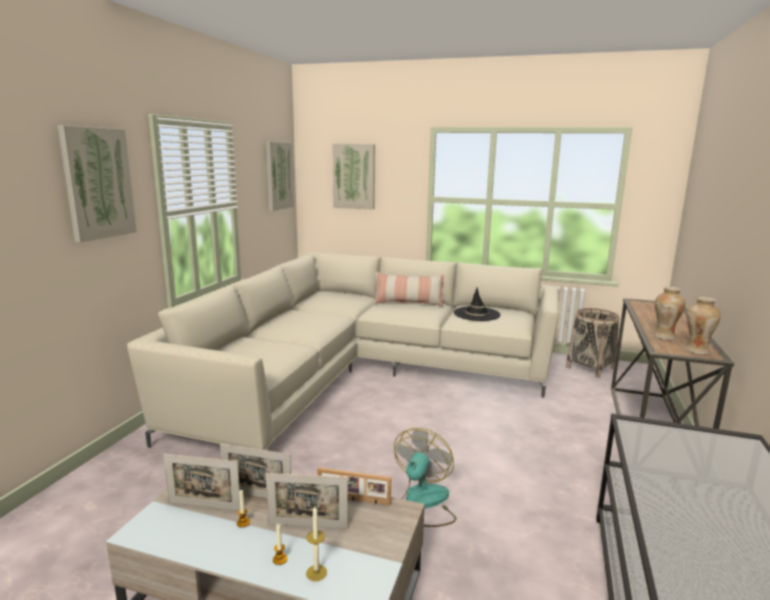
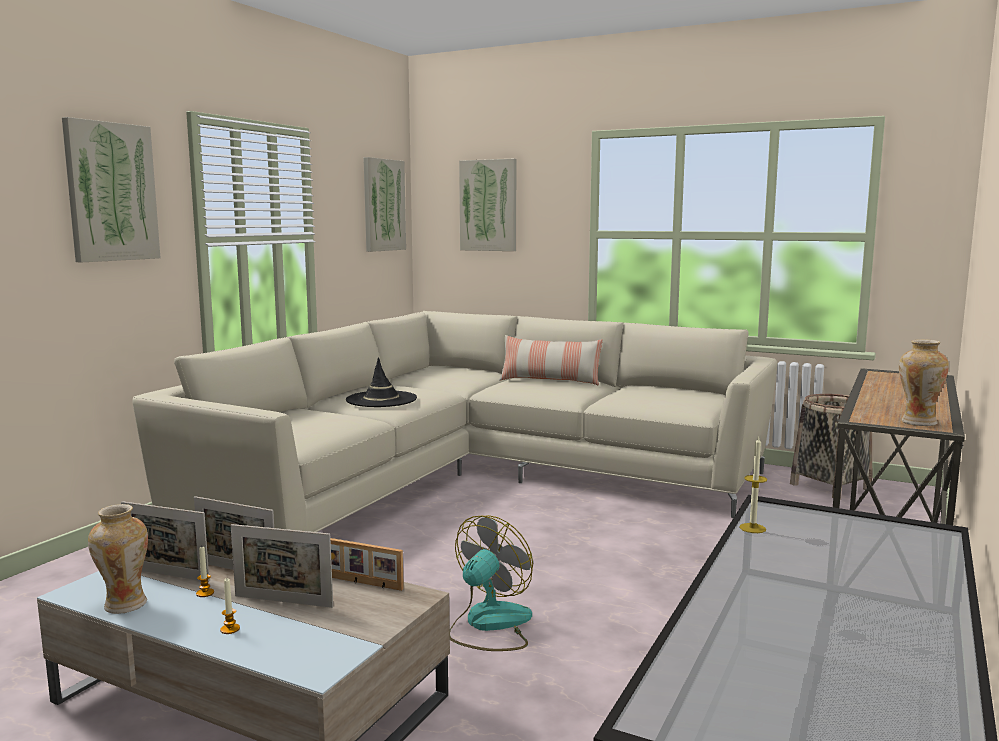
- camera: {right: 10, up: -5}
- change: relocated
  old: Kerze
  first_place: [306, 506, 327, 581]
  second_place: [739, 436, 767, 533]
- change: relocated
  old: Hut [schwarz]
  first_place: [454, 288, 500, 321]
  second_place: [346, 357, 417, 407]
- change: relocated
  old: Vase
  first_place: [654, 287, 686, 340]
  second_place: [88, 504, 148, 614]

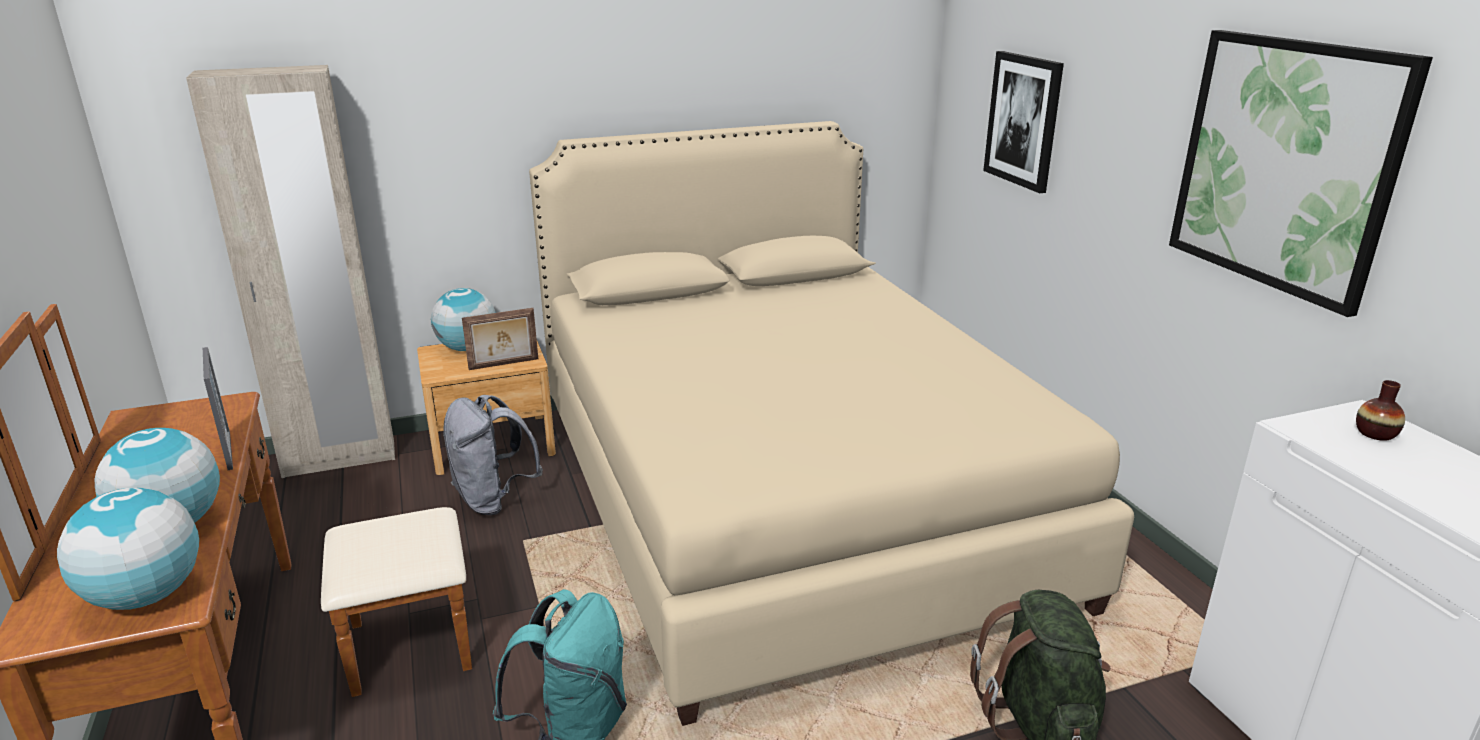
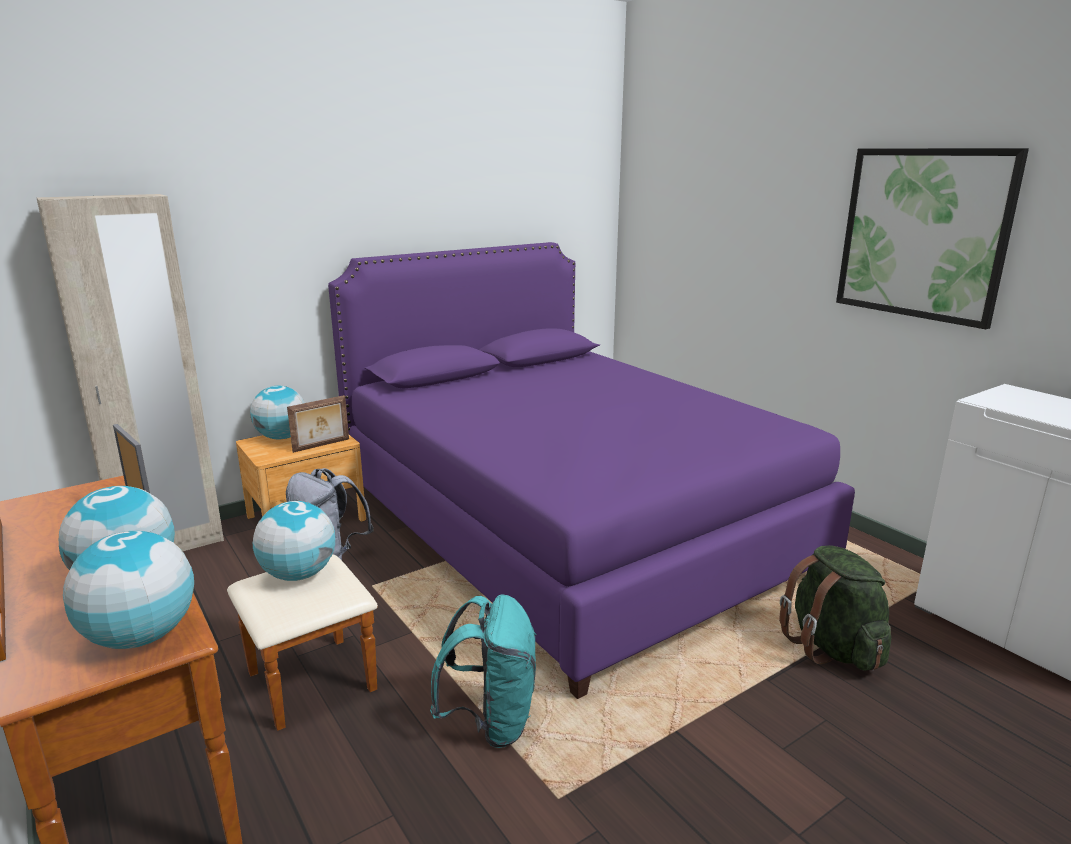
- camera: {right: -15, up: -5}
- change: colour
  old: Bett [beige]
  new: Bett [lila]
  first_place: [529, 121, 1134, 726]
  second_place: [328, 242, 855, 699]
- change: missing
  old: Bild
  first_place: [983, 51, 1064, 193]
- change: missing
  old: Vase
  first_place: [1356, 380, 1405, 441]
- change: appeared
  new: Globus
  second_place: [253, 501, 335, 581]

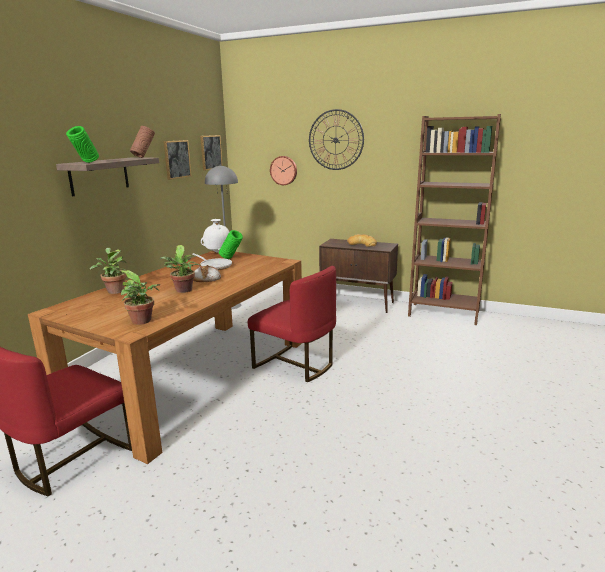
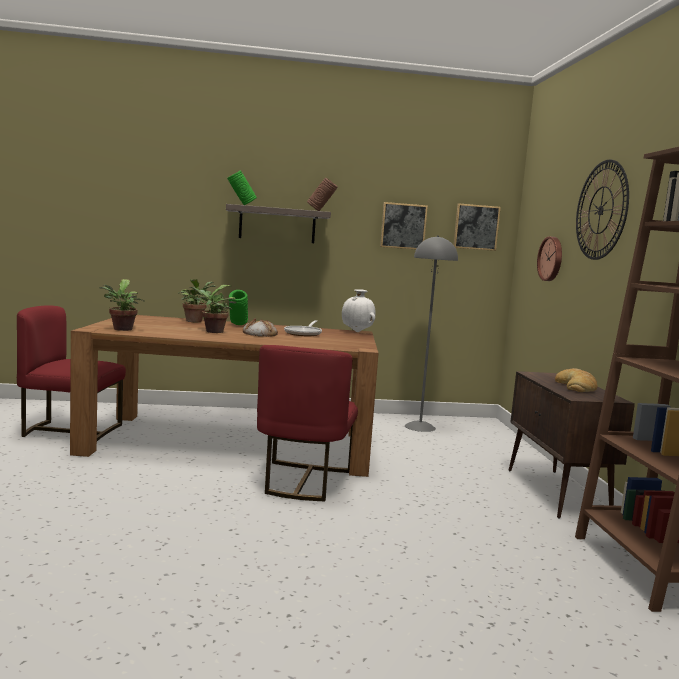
- camera: {right: 60, up: -10}
- change: relocated
  old: Vase [grün]
  first_place: [219, 230, 243, 259]
  second_place: [229, 290, 248, 325]

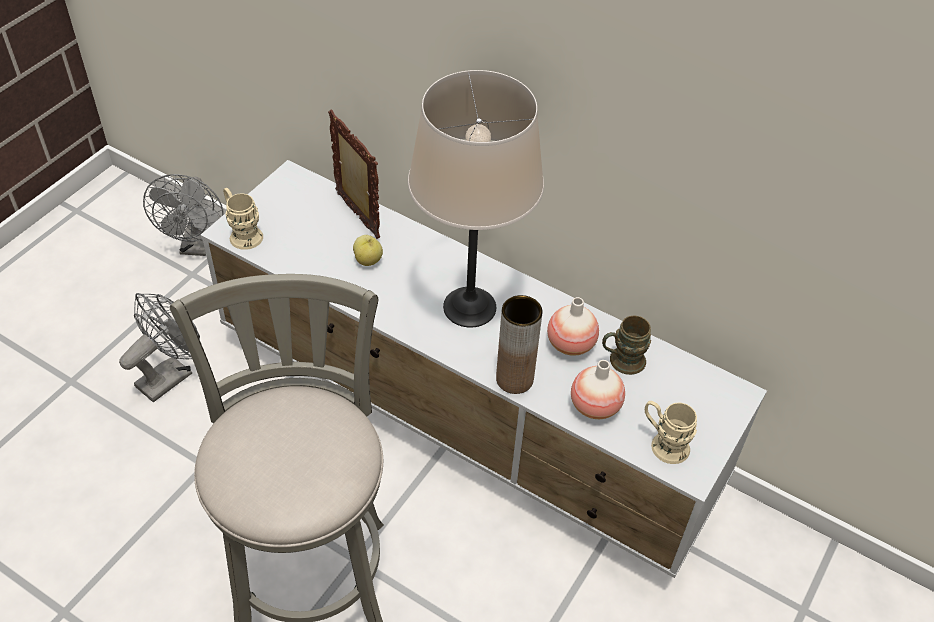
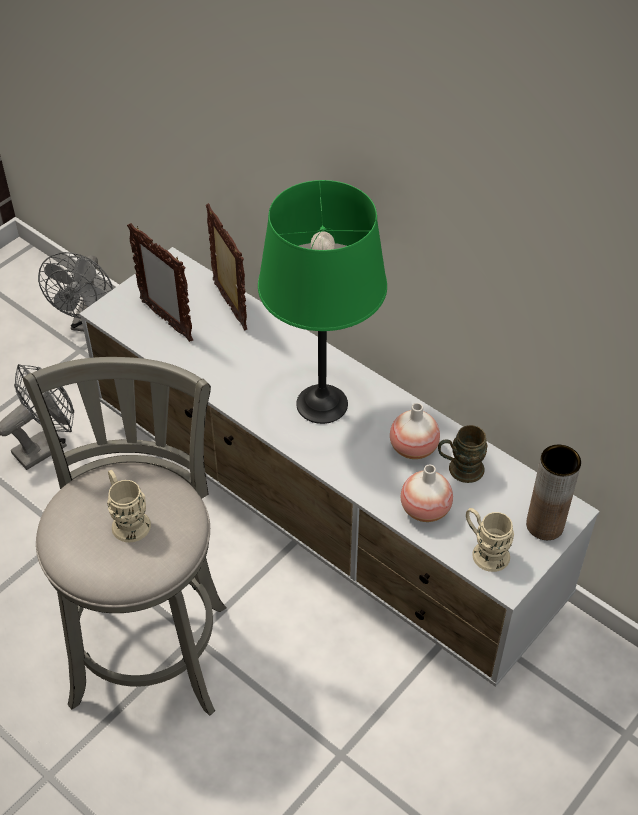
- camera: {right: 10, up: 0}
- change: relocated
  old: Henkelbecher [beige]
  first_place: [223, 188, 263, 250]
  second_place: [107, 470, 151, 542]
- change: missing
  old: Apfel
  first_place: [353, 235, 383, 266]
- change: colour
  old: Tischlampe [beige]
  new: Tischlampe [grün]
  first_place: [408, 70, 544, 328]
  second_place: [258, 180, 387, 424]
- change: relocated
  old: Vase [braun]
  first_place: [496, 295, 543, 394]
  second_place: [526, 445, 581, 540]
- change: appeared
  new: Bilderrahmen
  second_place: [127, 223, 193, 342]

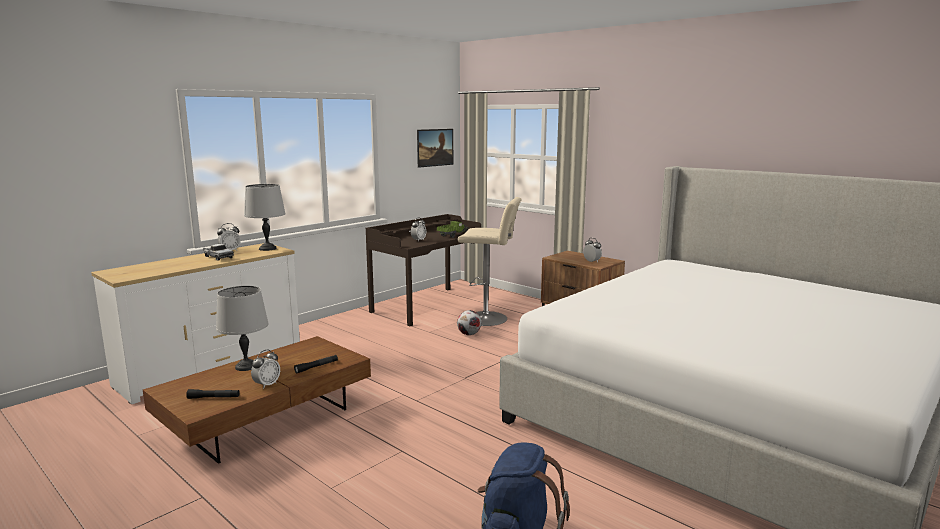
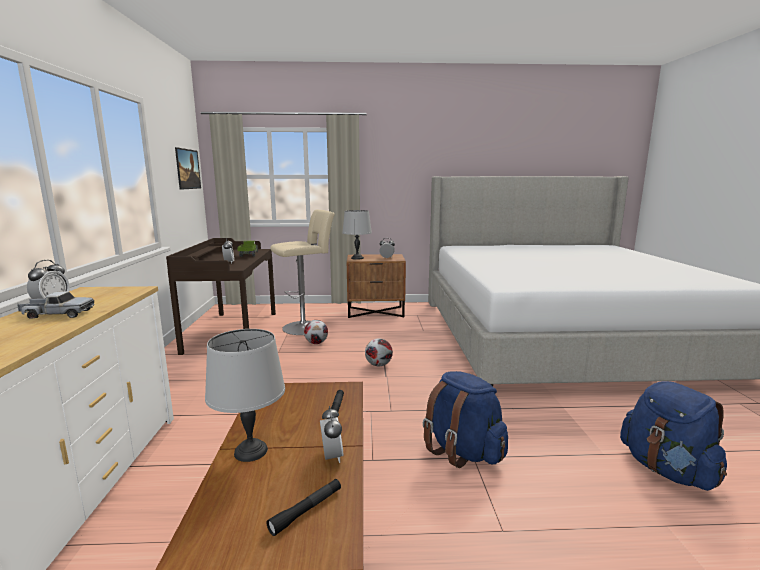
- camera: {right: -45, up: 0}
- change: relocated
  old: Tischlampe [grau]
  first_place: [244, 184, 286, 251]
  second_place: [342, 210, 372, 260]
- change: appeared
  new: Fußball
  second_place: [365, 338, 393, 366]
- change: appeared
  new: Rucksack [blau]
  second_place: [423, 371, 508, 468]

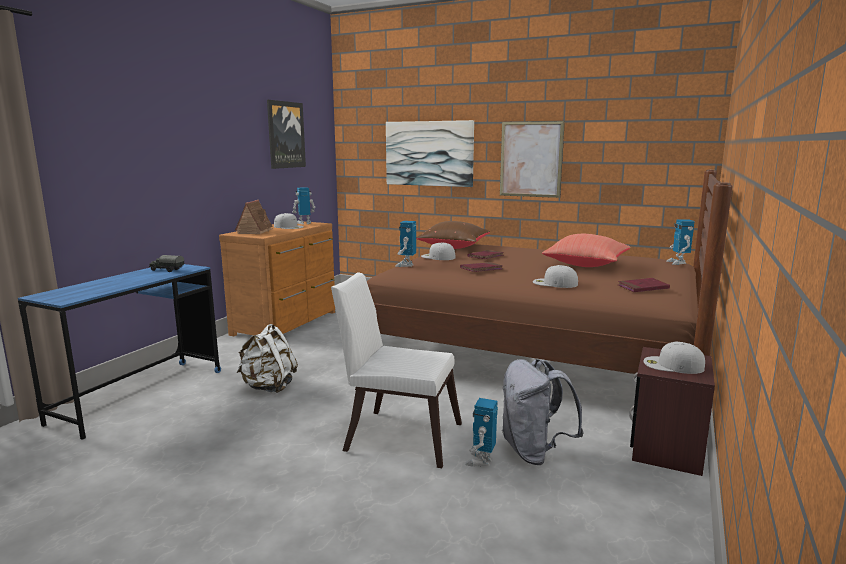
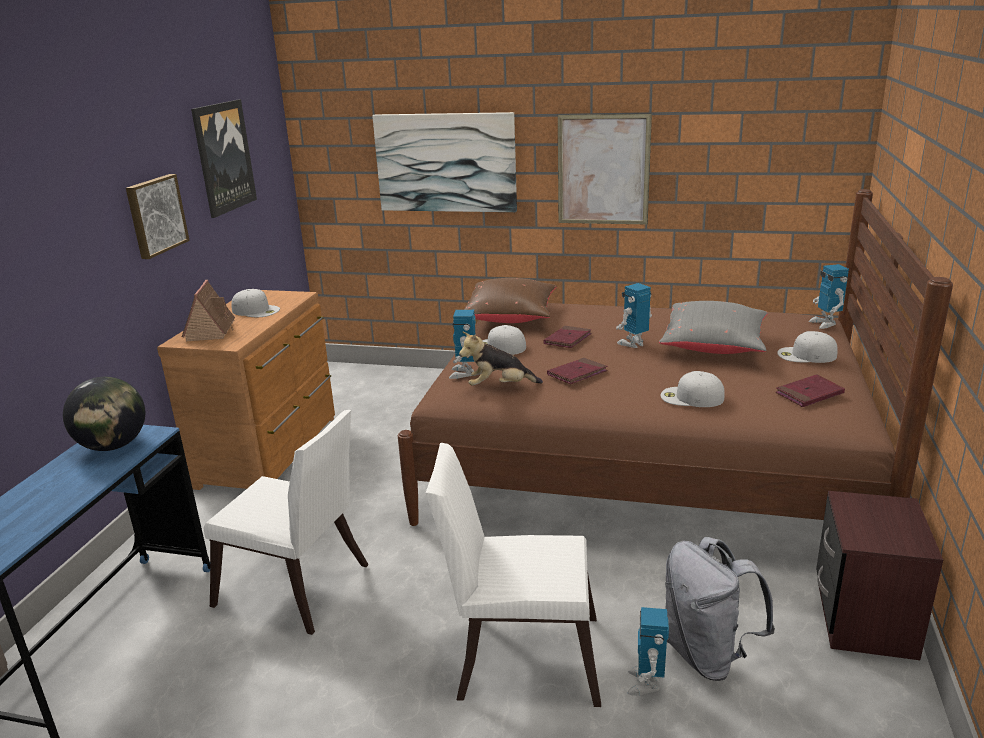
- camera: {right: -10, up: 10}
- change: exchanged
  old: Spielzeuglaster
  new: Globus
  first_place: [149, 255, 184, 272]
  second_place: [63, 377, 145, 451]
- change: exchanged
  old: Rucksack [weiß]
  new: Stuhl [weiß]
  first_place: [236, 324, 298, 393]
  second_place: [203, 410, 369, 635]
- change: relocated
  old: Spielzeugroboter
  first_place: [293, 187, 315, 224]
  second_place: [616, 283, 652, 348]
- change: colour
  old: Kissen [rot]
  new: Kissen [grau]
  first_place: [542, 234, 630, 267]
  second_place: [659, 301, 768, 354]
- change: relocated
  old: Kappe [weiß]
  first_place: [643, 342, 705, 374]
  second_place: [777, 331, 838, 363]
- change: appeared
  new: Bild
  second_place: [126, 174, 190, 259]
- change: appeared
  new: Plüschtier
  second_place: [459, 332, 543, 385]

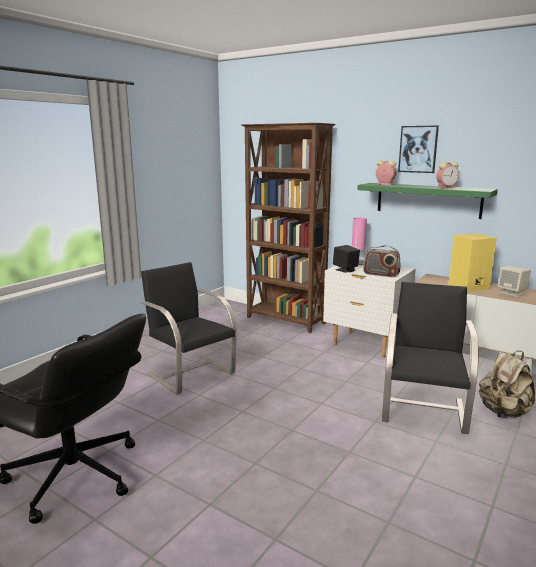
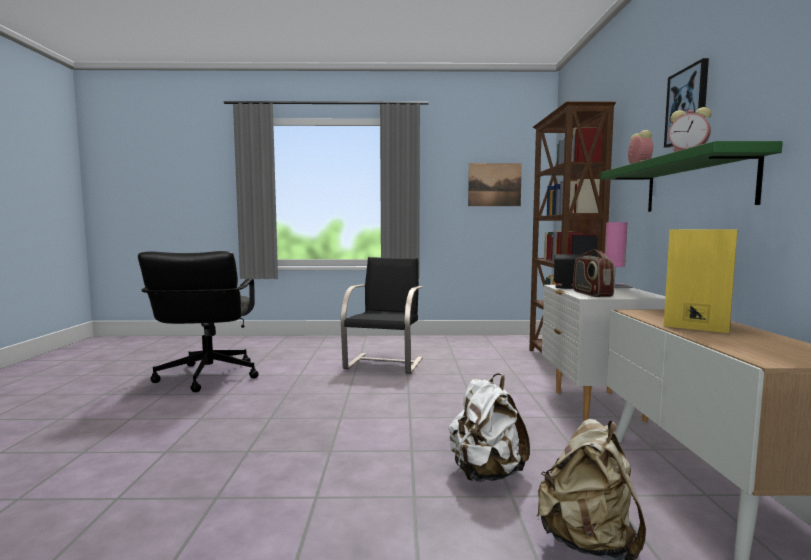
- camera: {right: 55, up: -10}
- change: exchanged
  old: Stuhl [schwarz]
  new: Rucksack [weiß]
  first_place: [382, 282, 479, 434]
  second_place: [448, 373, 530, 482]
- change: missing
  old: Lautsprecher [beige]
  first_place: [498, 266, 531, 297]
- change: appeared
  new: Bild
  second_place: [468, 163, 522, 206]

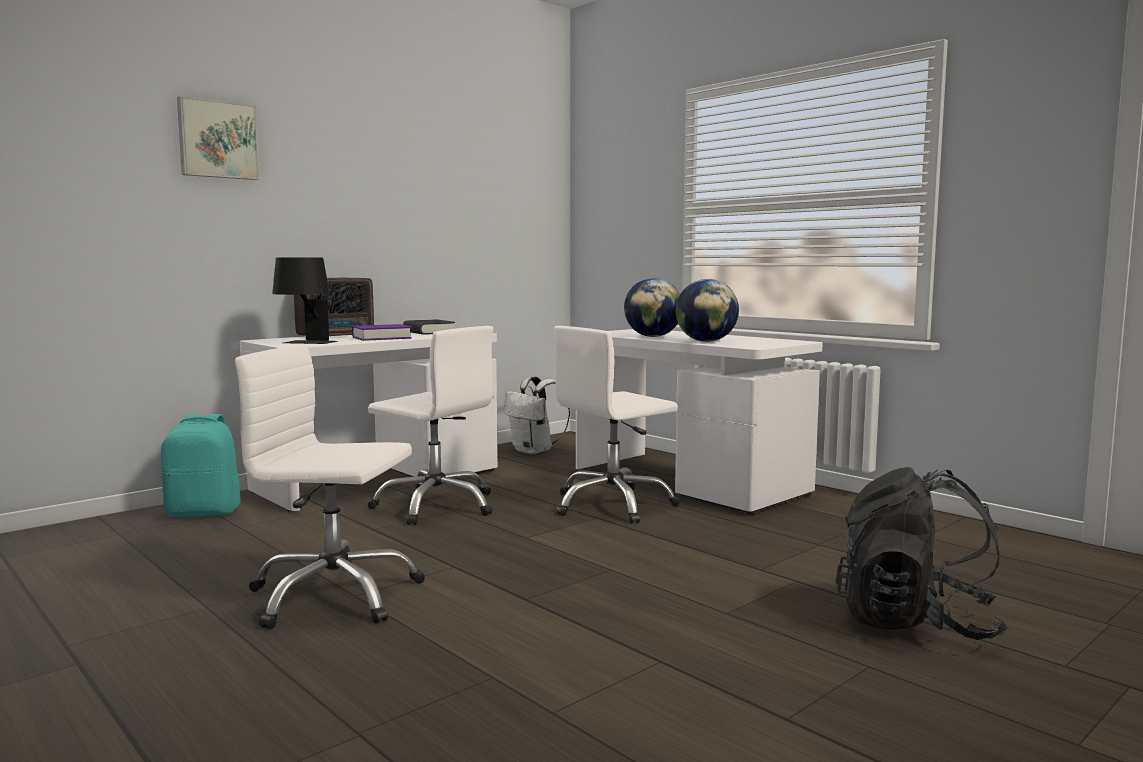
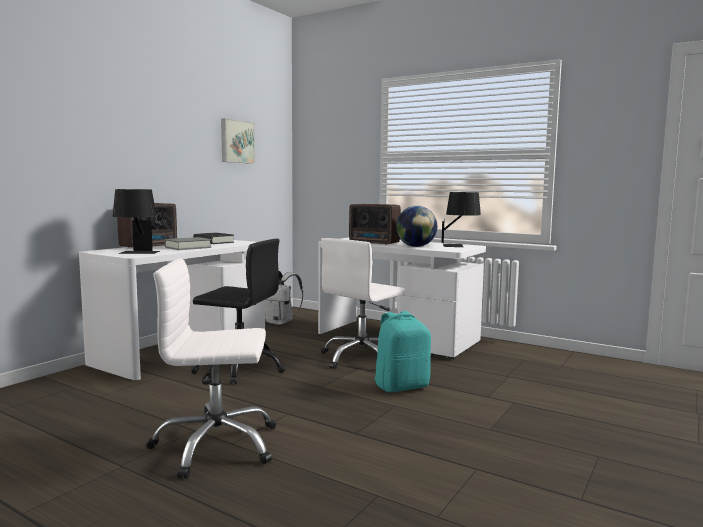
- camera: {right: -15, up: 0}
- change: relocated
  old: Rucksack [türkis]
  first_place: [161, 414, 241, 517]
  second_place: [375, 311, 431, 392]
- change: relocated
  old: Bild
  first_place: [177, 96, 260, 180]
  second_place: [221, 118, 255, 164]
- change: colour
  old: Buch [lila]
  new: Buch [grau]
  first_place: [352, 324, 412, 341]
  second_place: [164, 237, 212, 250]
- change: colour
  old: Bürostuhl [weiß]
  new: Bürostuhl [schwarz]
  first_place: [368, 326, 493, 525]
  second_place: [191, 239, 286, 384]
- change: exchanged
  old: Globus
  new: Radio
  first_place: [624, 278, 680, 337]
  second_place: [349, 204, 401, 245]
- change: missing
  old: Rucksack [schwarz]
  first_place: [835, 467, 1008, 640]
- change: appeared
  new: Tischlampe [schwarz]
  second_place: [442, 192, 481, 247]

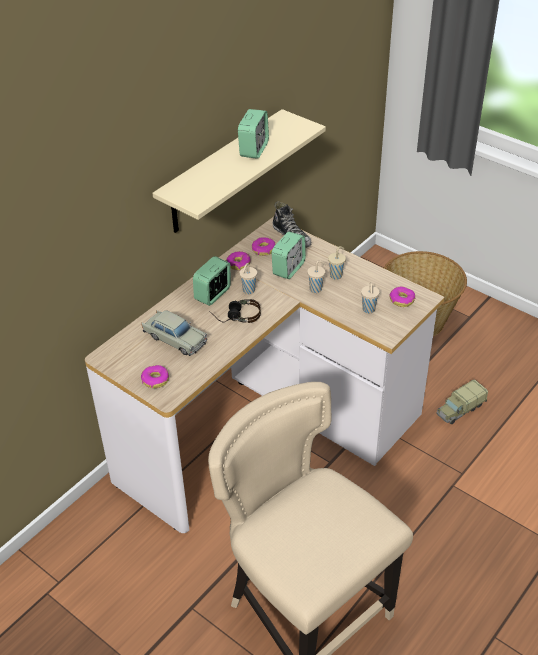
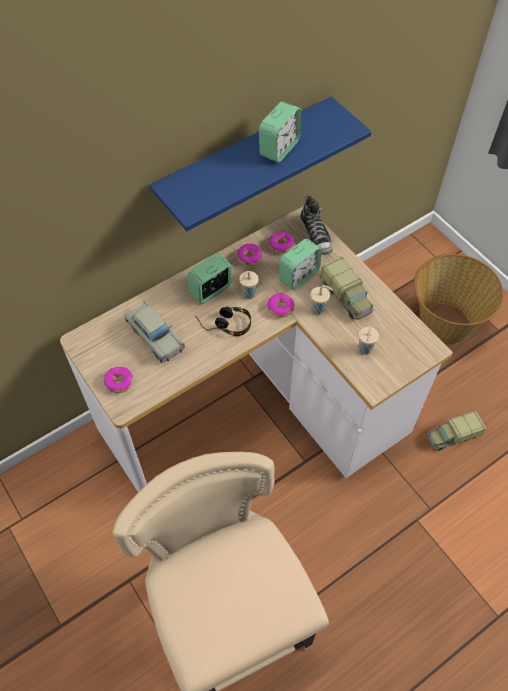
- camera: {right: 15, up: 15}
- change: colour
  old: Wandregal [beige]
  new: Wandregal [blau]
  first_place: [153, 109, 326, 233]
  second_place: [150, 96, 372, 231]
- change: exchanged
  old: Tasse [beige]
  new: Spielzeuglaster
  first_place: [328, 246, 346, 280]
  second_place: [319, 256, 373, 320]
- change: relocated
  old: Donut
  first_place: [389, 286, 415, 307]
  second_place: [268, 293, 294, 318]

